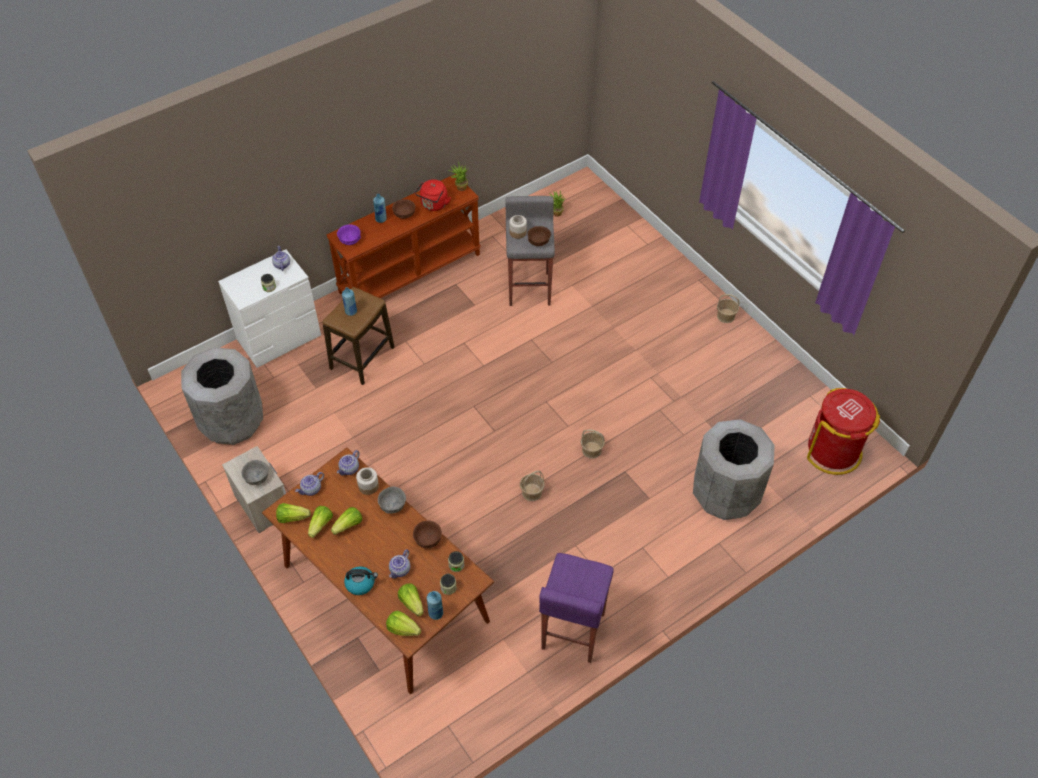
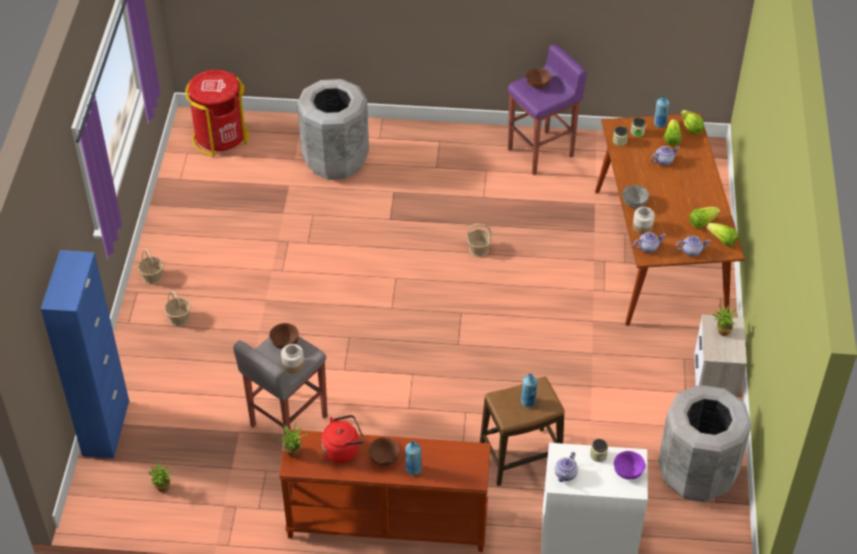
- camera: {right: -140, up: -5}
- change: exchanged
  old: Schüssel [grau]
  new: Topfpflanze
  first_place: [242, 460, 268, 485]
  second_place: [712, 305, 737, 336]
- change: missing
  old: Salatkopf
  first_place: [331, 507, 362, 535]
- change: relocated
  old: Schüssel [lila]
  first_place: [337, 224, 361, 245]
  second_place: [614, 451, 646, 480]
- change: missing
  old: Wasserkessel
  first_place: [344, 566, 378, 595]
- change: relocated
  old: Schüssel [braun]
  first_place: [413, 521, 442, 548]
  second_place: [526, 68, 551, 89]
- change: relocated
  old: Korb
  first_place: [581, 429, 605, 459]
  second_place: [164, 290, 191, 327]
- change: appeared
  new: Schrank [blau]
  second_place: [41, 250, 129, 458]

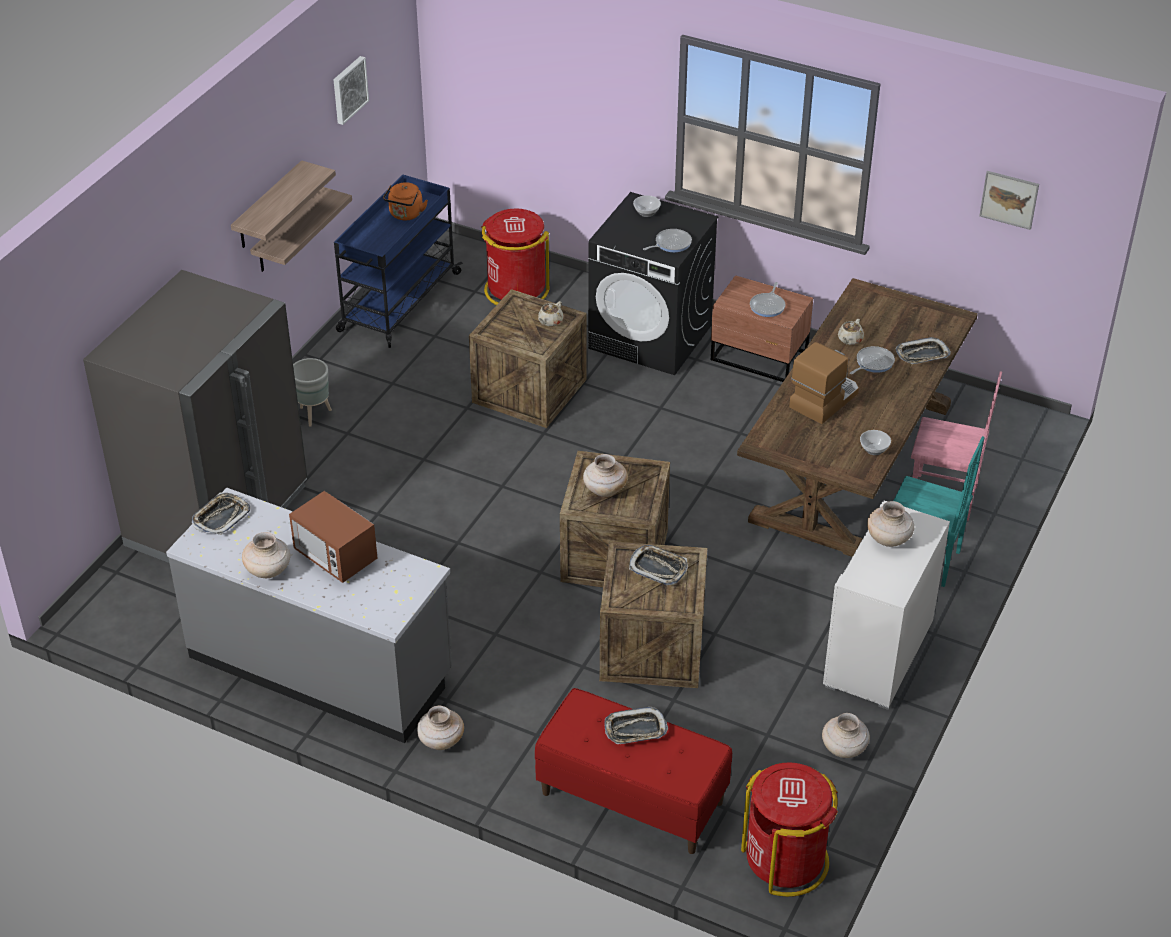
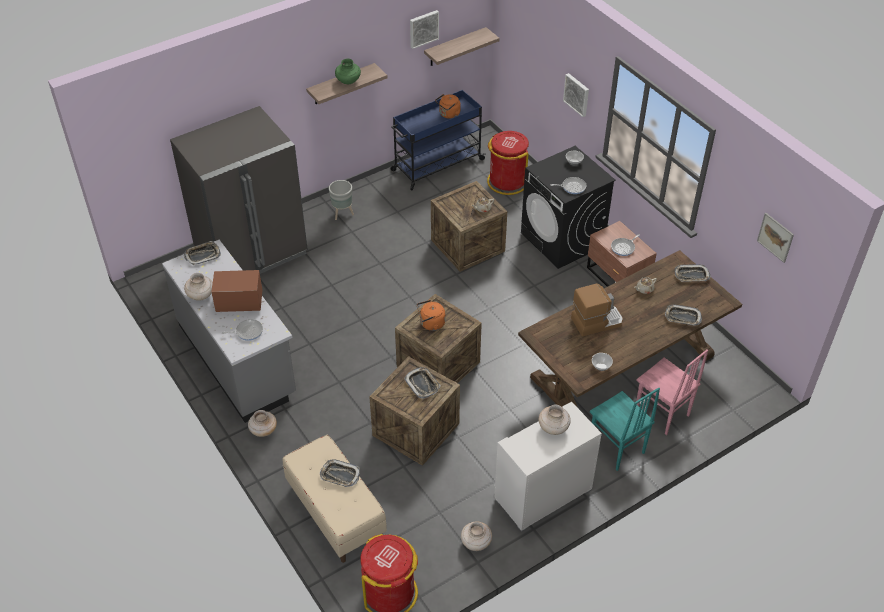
- camera: {right: 30, up: 5}
- change: relocated
  old: Wandregal
  first_place: [250, 187, 352, 272]
  second_place: [424, 27, 500, 66]
- change: spun
  old: Mikrowelle
  first_place: [289, 491, 377, 583]
  second_place: [211, 270, 262, 312]
  degrees: 105
- change: colour
  old: Bank [rot]
  new: Bank [beige]
  first_place: [535, 688, 732, 854]
  second_place: [283, 435, 387, 563]
- change: exchanged
  old: Vase [beige]
  new: Wasserkessel [orange]
  first_place: [583, 454, 628, 497]
  second_place: [417, 300, 446, 331]
- change: relocated
  old: Pfanne
  first_place: [850, 346, 895, 374]
  second_place: [222, 319, 263, 341]
- change: appeared
  new: Vase [grün]
  second_place: [335, 59, 361, 84]
- change: appeared
  new: Bild
  second_place: [563, 73, 589, 117]
- change: appeared
  new: Tablett
  second_place: [675, 264, 711, 282]

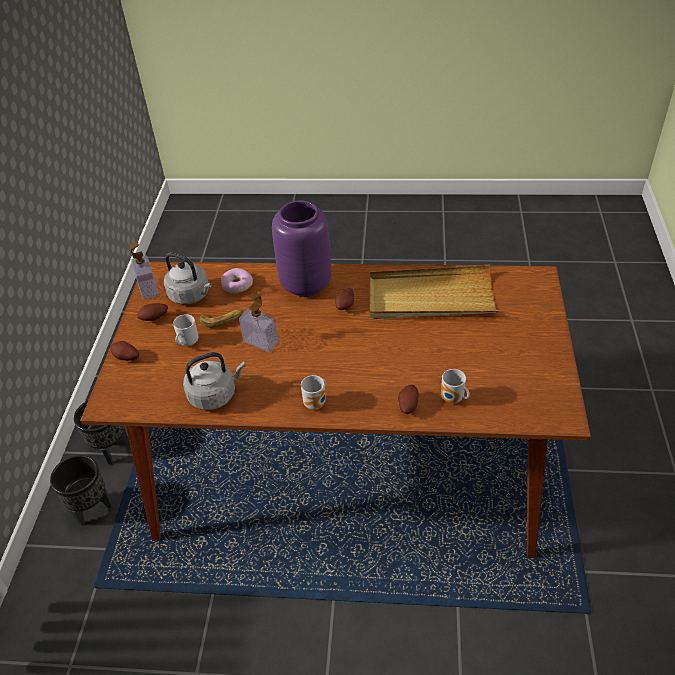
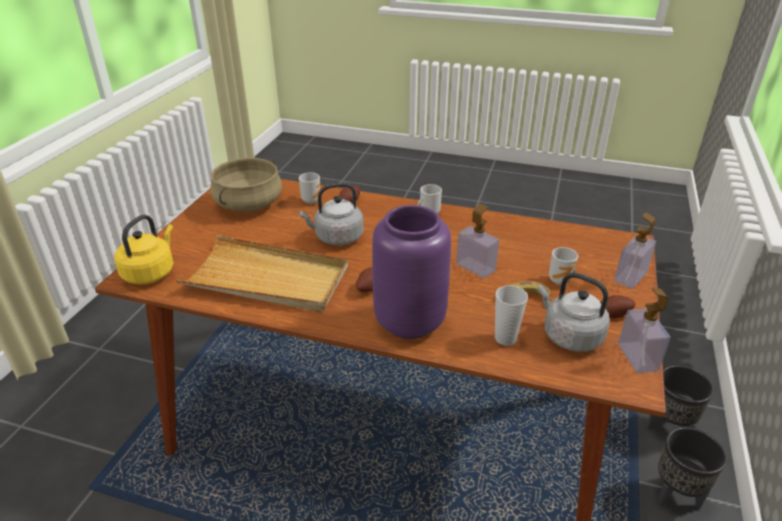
- camera: {right: -170, up: -10}
- change: exchanged
  old: Kartoffel
  new: Seifenspender
  first_place: [110, 341, 139, 361]
  second_place: [614, 213, 656, 289]
- change: relocated
  old: Wasserkessel [grau]
  first_place: [183, 352, 246, 410]
  second_place: [299, 183, 363, 246]
- change: exchanged
  old: Donut
  new: Tasse
  first_place: [221, 268, 253, 293]
  second_place: [495, 285, 528, 346]
- change: appeared
  new: Wasserkessel [gelb]
  second_place: [114, 215, 174, 285]
- change: appeared
  new: Kochtopf [beige]
  second_place: [210, 158, 282, 212]

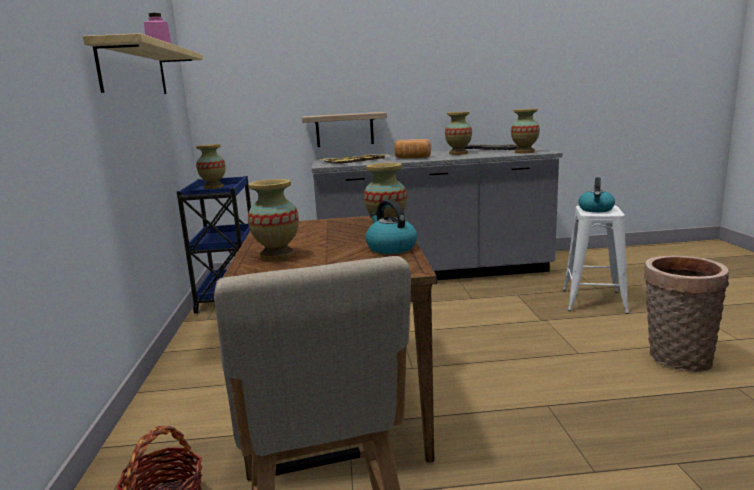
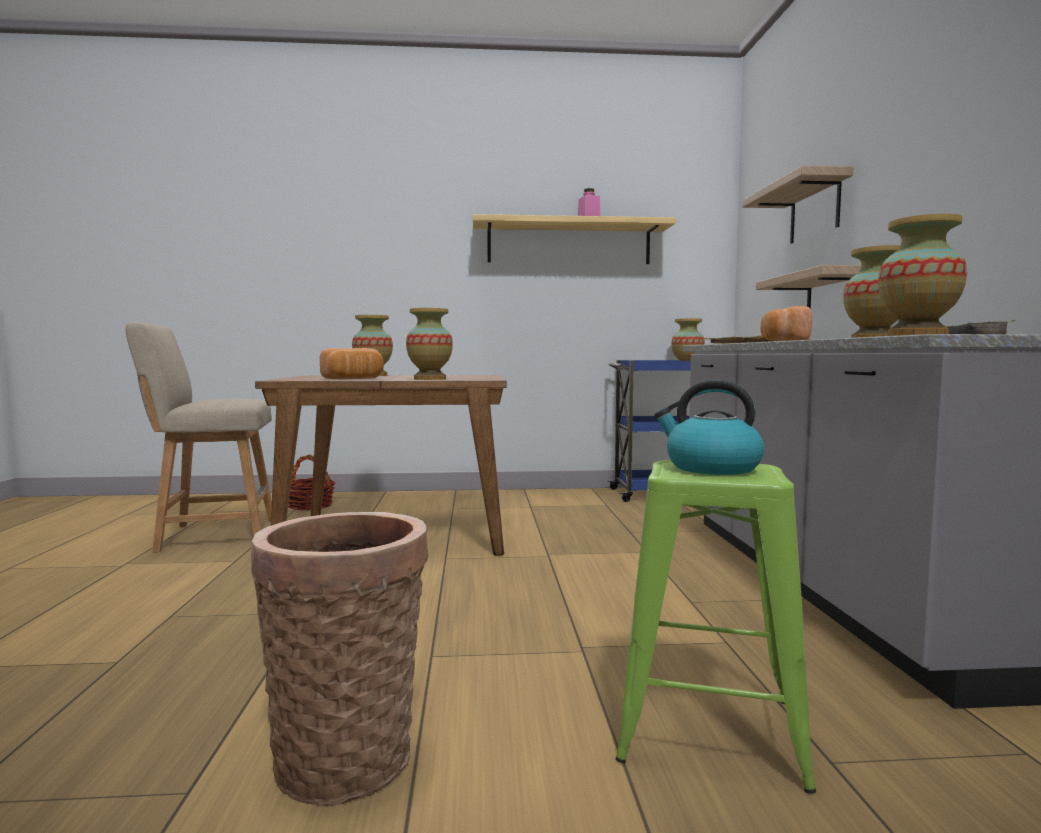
- camera: {right: 90, up: -10}
- change: exchanged
  old: Wasserkessel
  new: Brot
  first_place: [365, 200, 417, 254]
  second_place: [320, 348, 384, 379]
- change: colour
  old: Hocker [weiß]
  new: Hocker [grün]
  first_place: [563, 206, 629, 314]
  second_place: [615, 460, 816, 793]
- change: appeared
  new: Wandregal
  second_place: [742, 166, 853, 244]

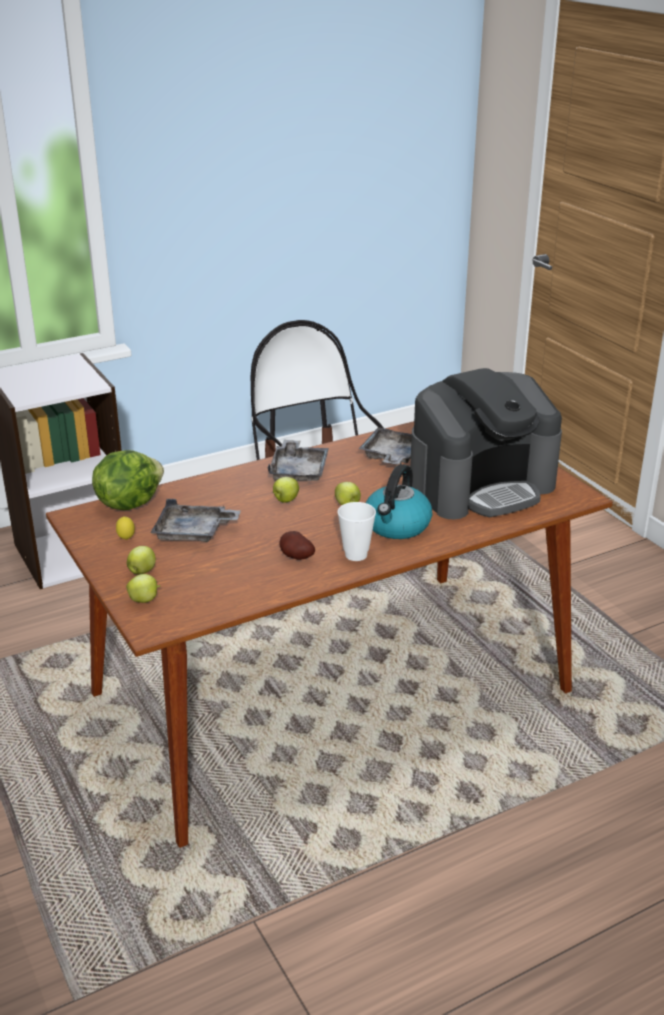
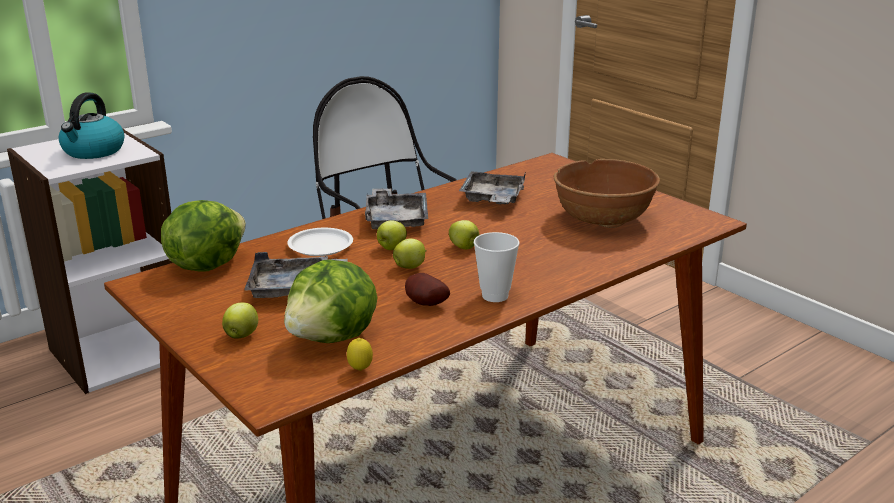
- camera: {right: -10, up: -5}
- change: relocated
  old: Zitrone
  first_place: [116, 516, 135, 540]
  second_place: [347, 338, 373, 371]
- change: relocated
  old: Apfel
  first_place: [126, 574, 160, 603]
  second_place: [393, 239, 427, 269]
- change: relocated
  old: Wasserkessel
  first_place: [366, 464, 432, 539]
  second_place: [59, 92, 125, 159]
- change: exchanged
  old: Kaffeemaschine
  new: Schüssel [braun]
  first_place: [410, 368, 562, 520]
  second_place: [554, 159, 660, 228]
- change: appeared
  new: Salatkopf
  second_place: [284, 260, 377, 343]
- change: appeared
  new: Teller [weiß]
  second_place: [288, 228, 353, 256]

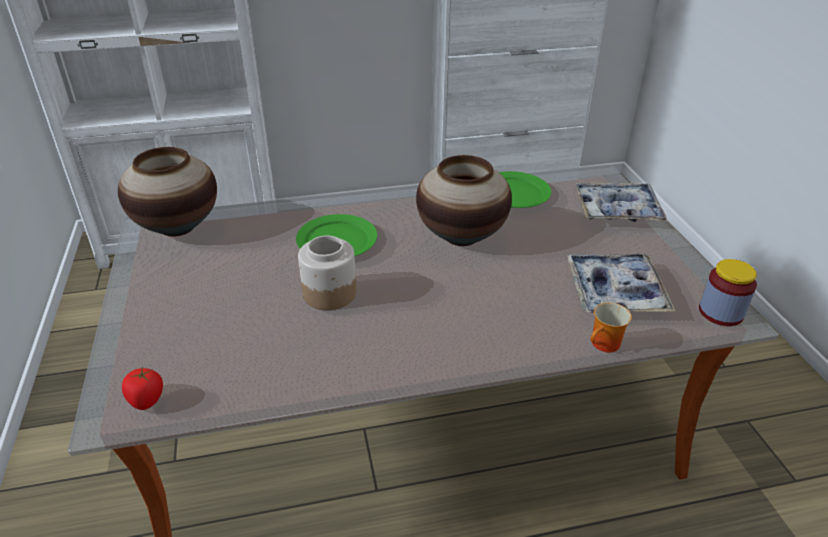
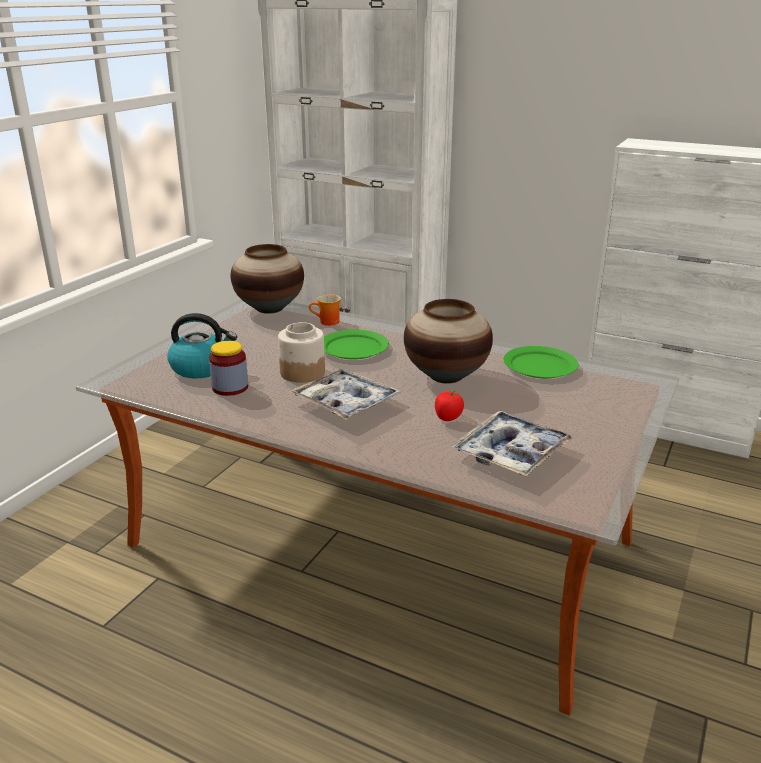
- camera: {right: 40, up: -10}
- change: relocated
  old: Tomate
  first_place: [122, 367, 163, 410]
  second_place: [435, 391, 464, 421]
- change: relocated
  old: Tablett
  first_place: [576, 182, 667, 222]
  second_place: [288, 369, 401, 420]
- change: relocated
  old: Henkelbecher
  first_place: [590, 302, 632, 352]
  second_place: [309, 294, 341, 326]
- change: relocated
  old: Vorratsglas
  first_place: [699, 259, 757, 326]
  second_place: [209, 341, 248, 396]
- change: appeared
  new: Wasserkessel
  second_place: [167, 313, 237, 379]

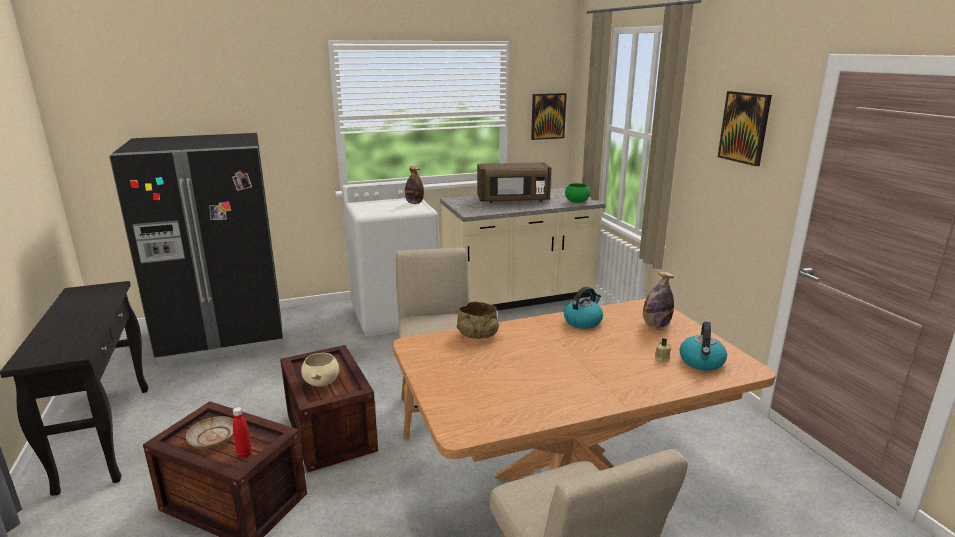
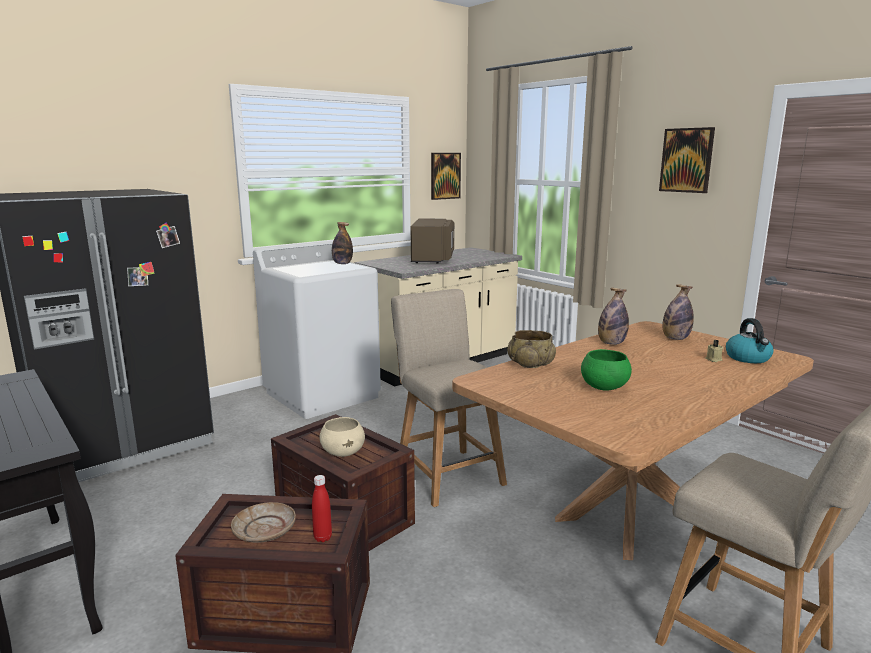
- camera: {right: -20, up: -5}
- change: spun
  old: Mikrowelle [braun]
  first_place: [477, 162, 551, 203]
  second_place: [411, 219, 454, 264]
  degrees: -60
- change: exchanged
  old: Wasserkessel
  new: Flasche
  first_place: [564, 287, 603, 329]
  second_place: [598, 288, 629, 345]
- change: relocated
  old: Schüssel [grün]
  first_place: [565, 183, 590, 203]
  second_place: [581, 349, 632, 391]

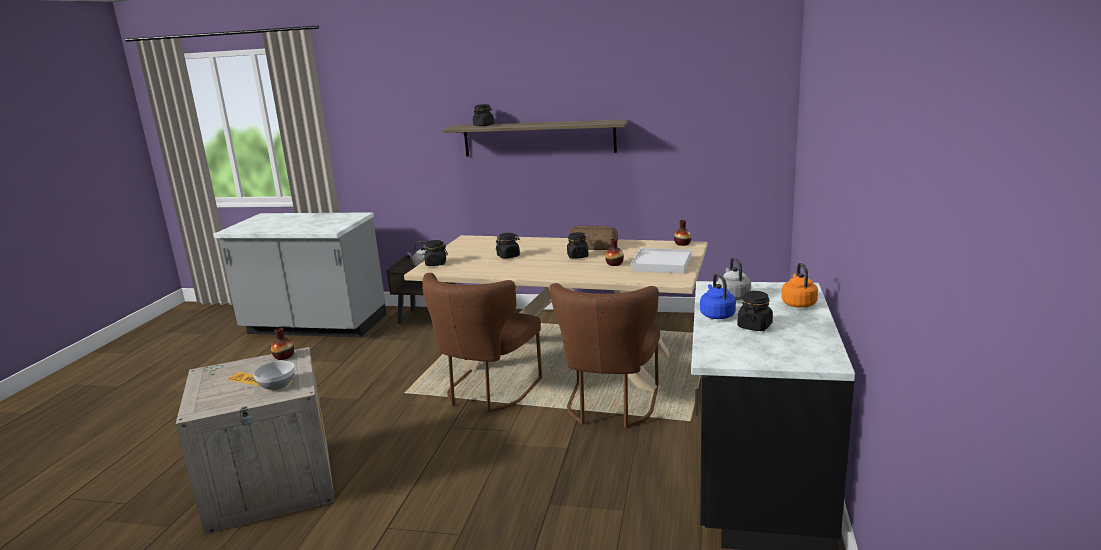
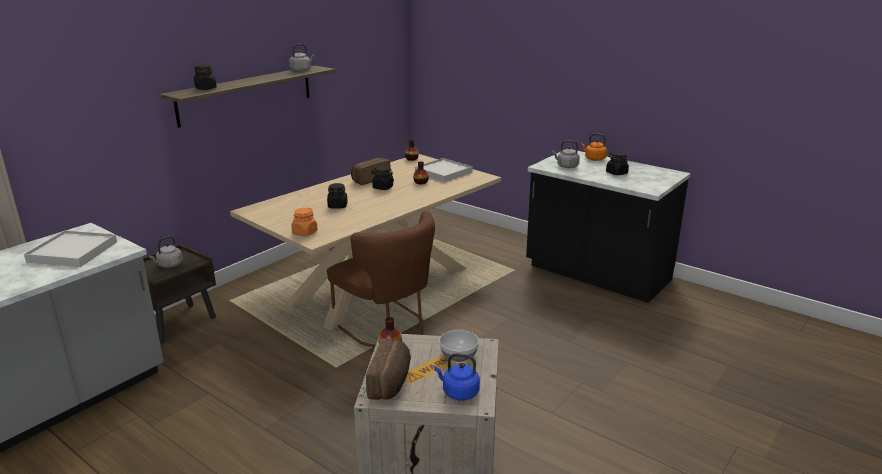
- camera: {right: -65, up: 5}
- change: colour
  old: Vorratsglas [schwarz]
  new: Vorratsglas [orange]
  first_place: [421, 240, 448, 266]
  second_place: [291, 207, 318, 236]
- change: missing
  old: Stuhl [braun]
  first_place: [549, 283, 660, 428]
- change: relocated
  old: Wasserkessel [blau]
  first_place: [700, 273, 736, 319]
  second_place: [434, 353, 480, 401]
- change: appeared
  new: Tablett [weiß]
  second_place: [24, 230, 117, 267]
- change: appeared
  new: Wasserkessel [grau]
  second_place: [289, 44, 315, 72]
- change: appeared
  new: Brot
  second_place: [366, 338, 411, 400]

